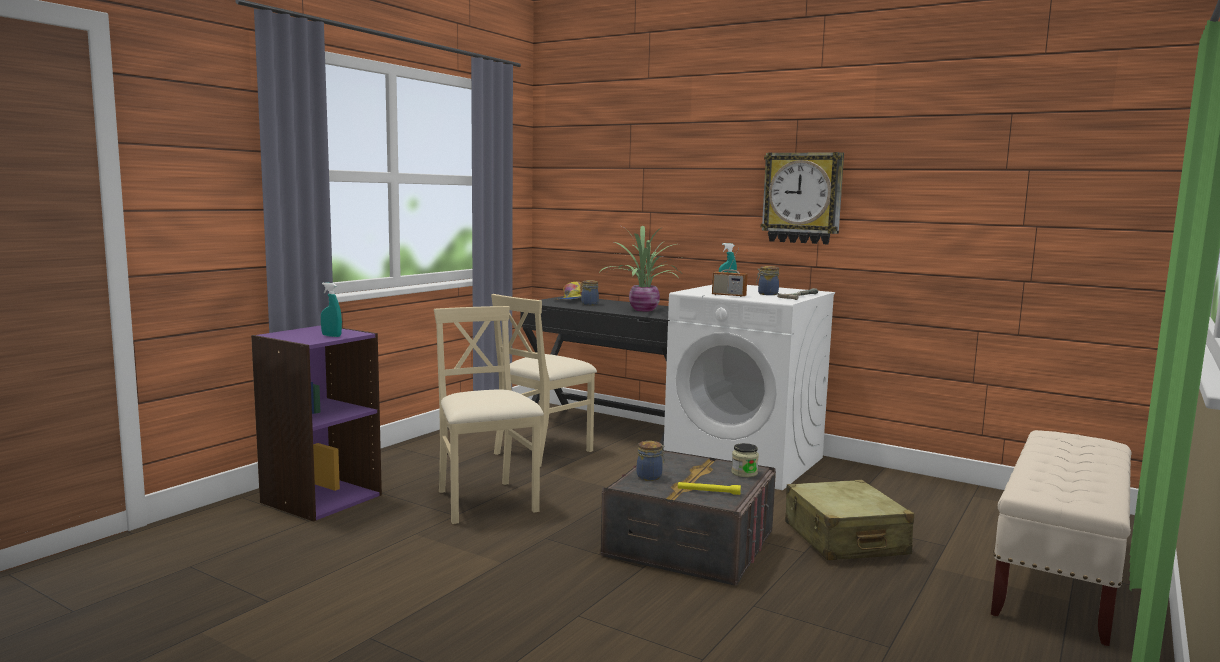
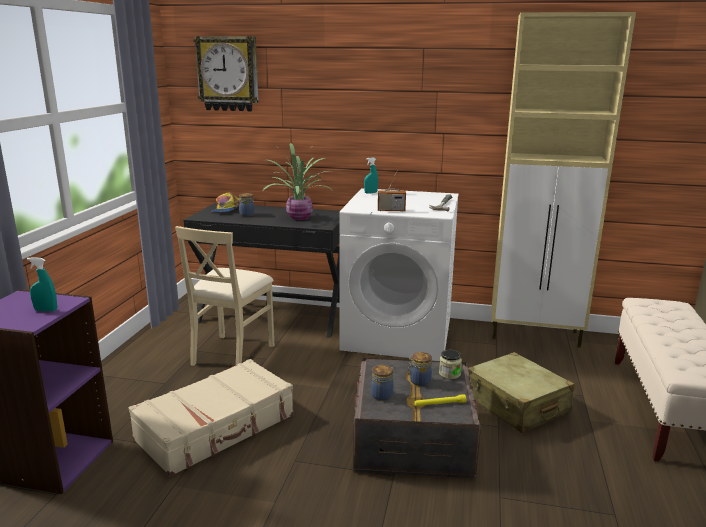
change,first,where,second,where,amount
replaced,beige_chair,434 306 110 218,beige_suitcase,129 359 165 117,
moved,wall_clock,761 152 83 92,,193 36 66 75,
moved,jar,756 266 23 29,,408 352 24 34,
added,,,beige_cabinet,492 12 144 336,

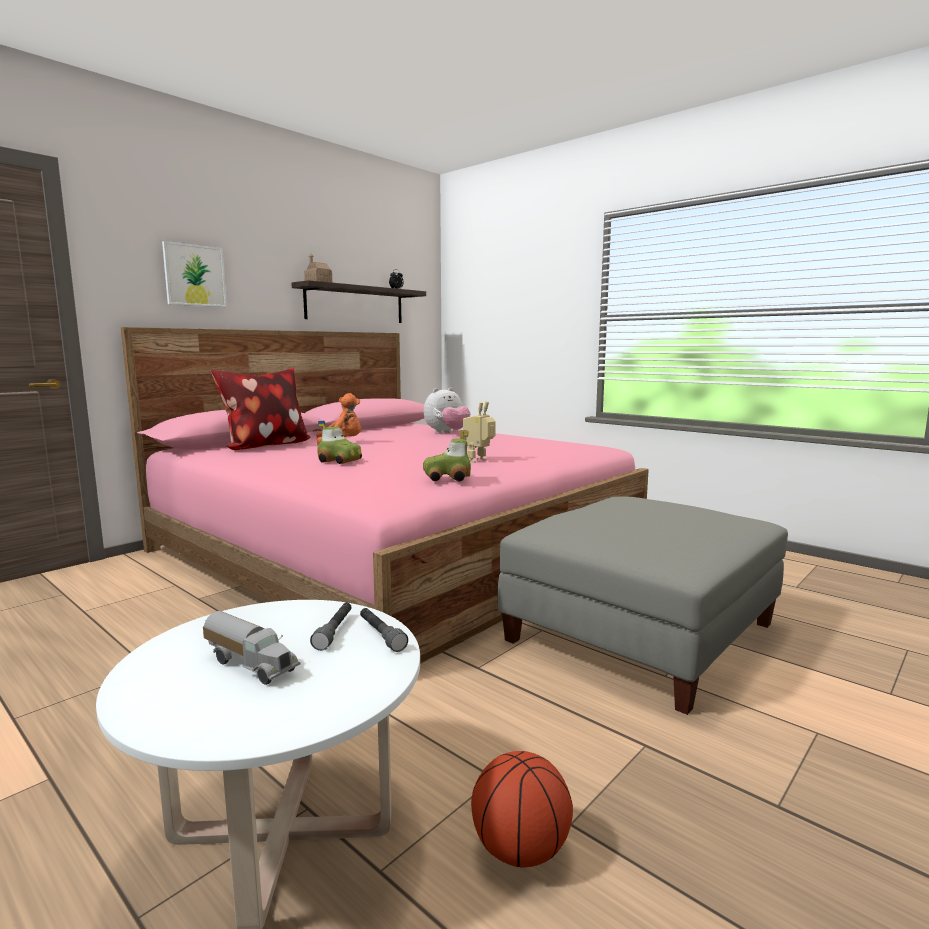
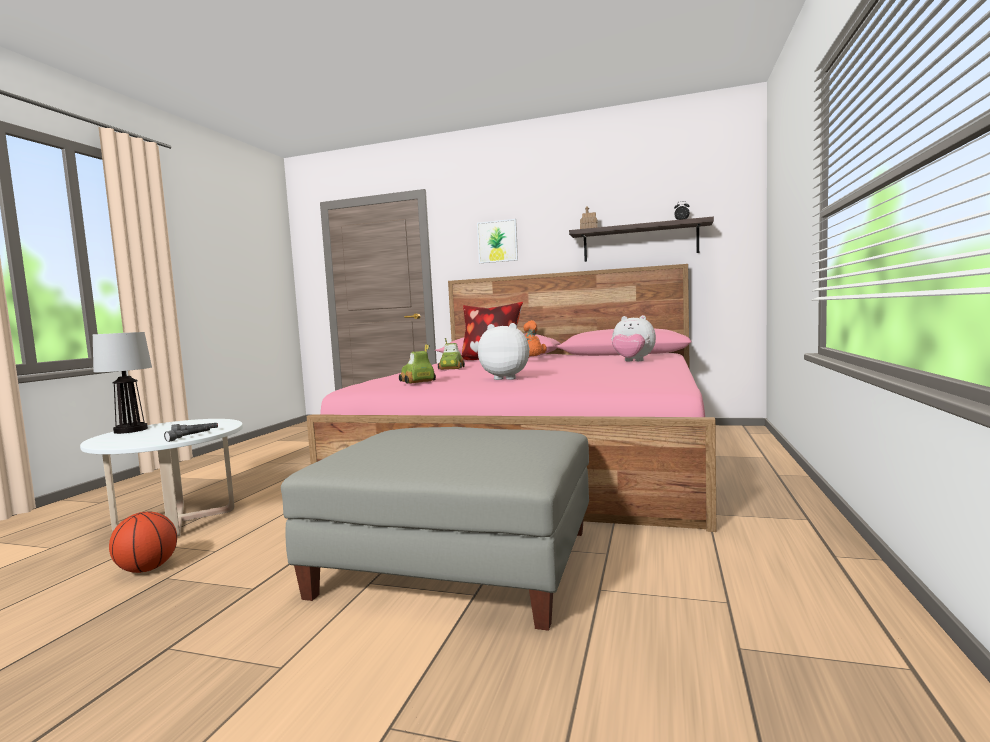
change,first,where,second,where,amount
added,,,table_lamp,93 332 59 102,
replaced,toy_robot,463 401 33 62,plush_toy,478 323 52 57,
removed,toy_truck,203 611 97 74,,,

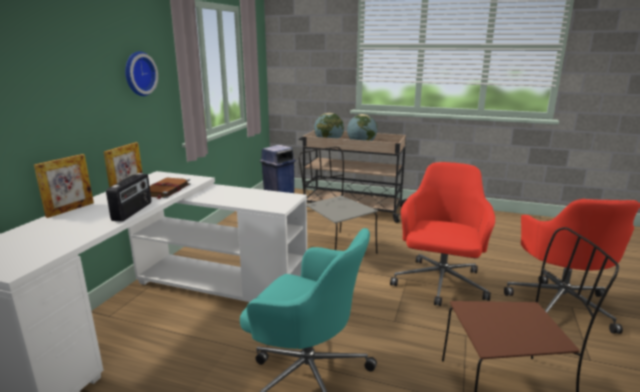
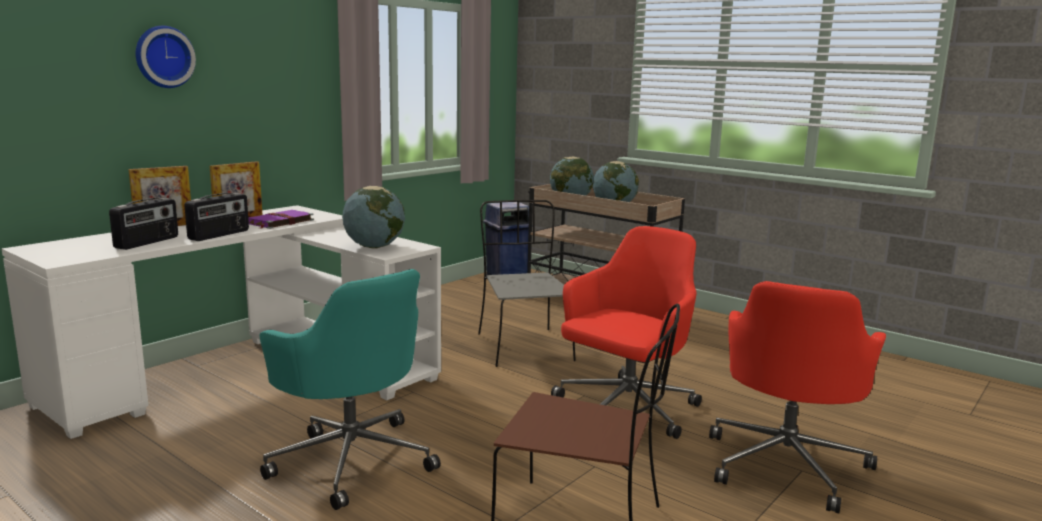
change,first,where,second,where,amount
added,,,radio,109 198 69 52,
moved,wall_clock,125 51 33 45,,136 26 60 62,
recoloured,brown_book,150 177 41 22,purple_book,248 210 66 19,
added,,,globe,342 186 63 62,

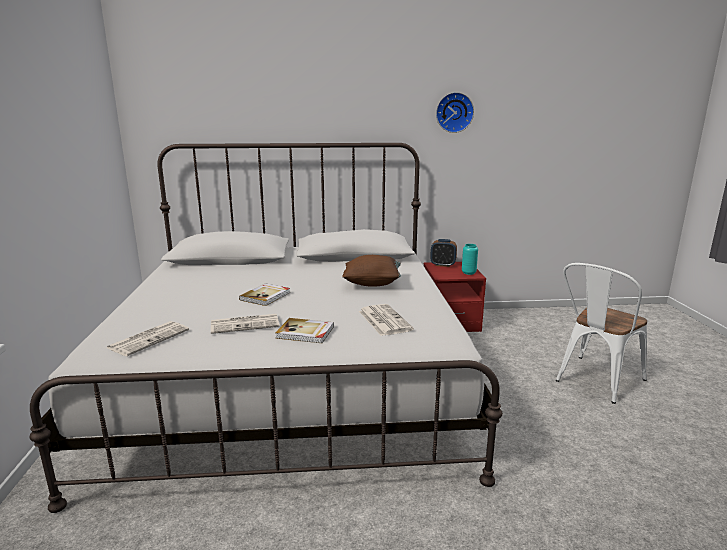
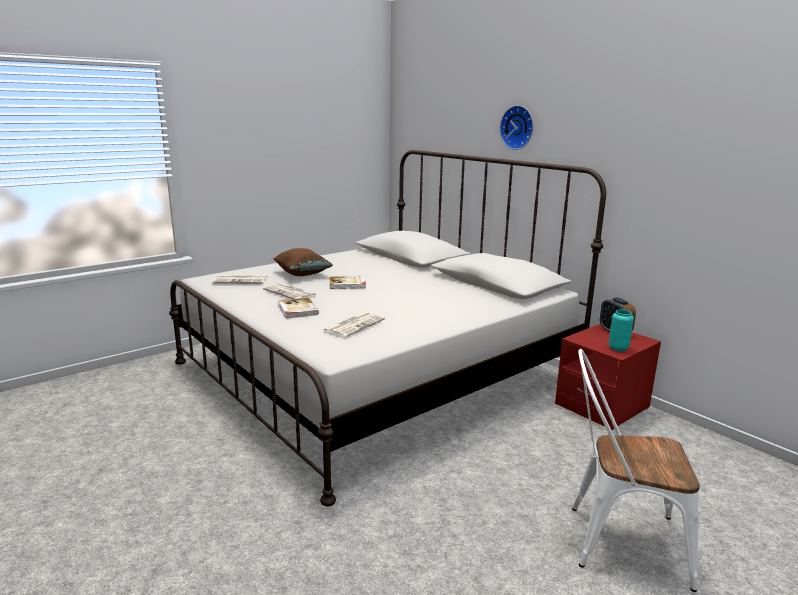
change,first,where,second,where,amount
moved,brown_pillow,342 255 59 32,,273 248 60 28,
moved,wall_clock,436 92 38 41,,500 105 33 45,

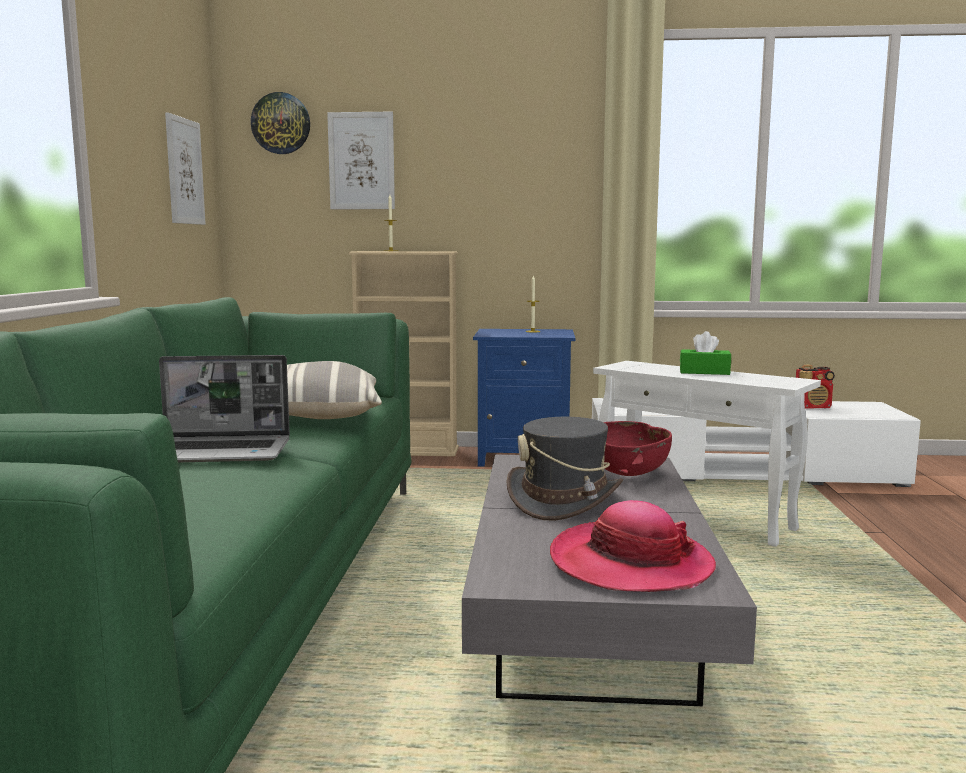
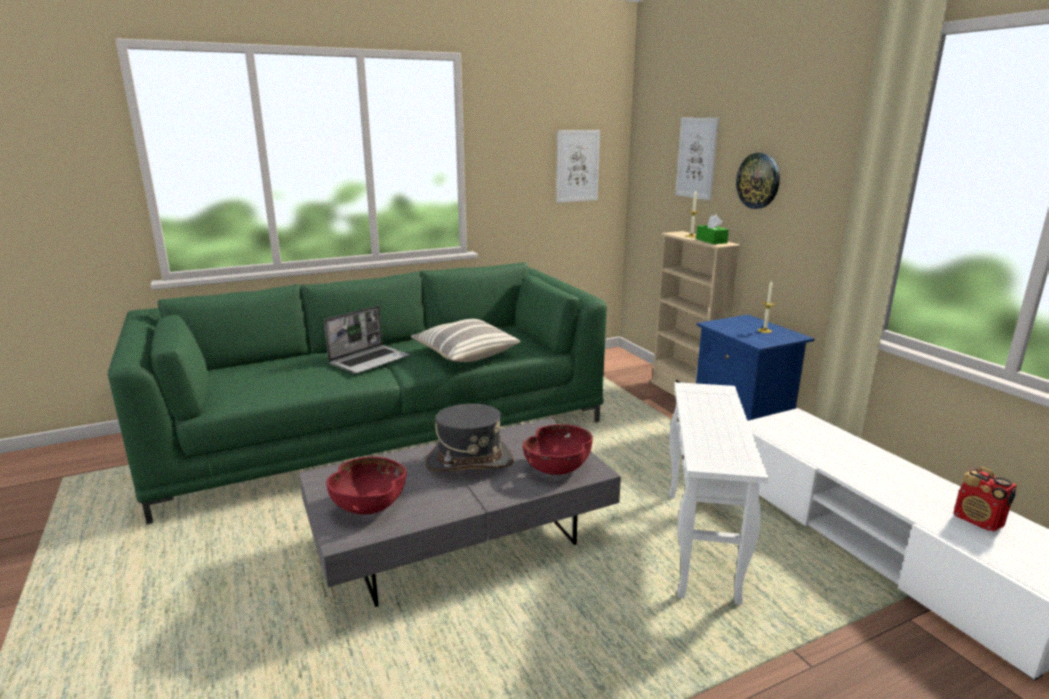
change,first,where,second,where,amount
turned,laptop,159 355 131 107,,324 305 86 69,105 degrees counterclockwise
replaced,hat,550 500 166 92,red_bowl,326 456 80 59,
moved,green_tissue_box,680 331 51 44,,696 214 33 30,
moved,wall_clock,251 92 59 62,,736 153 44 56,

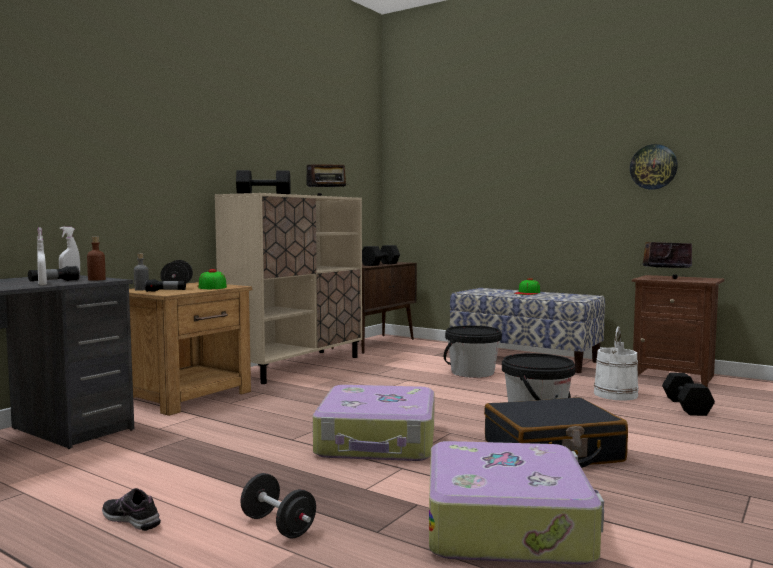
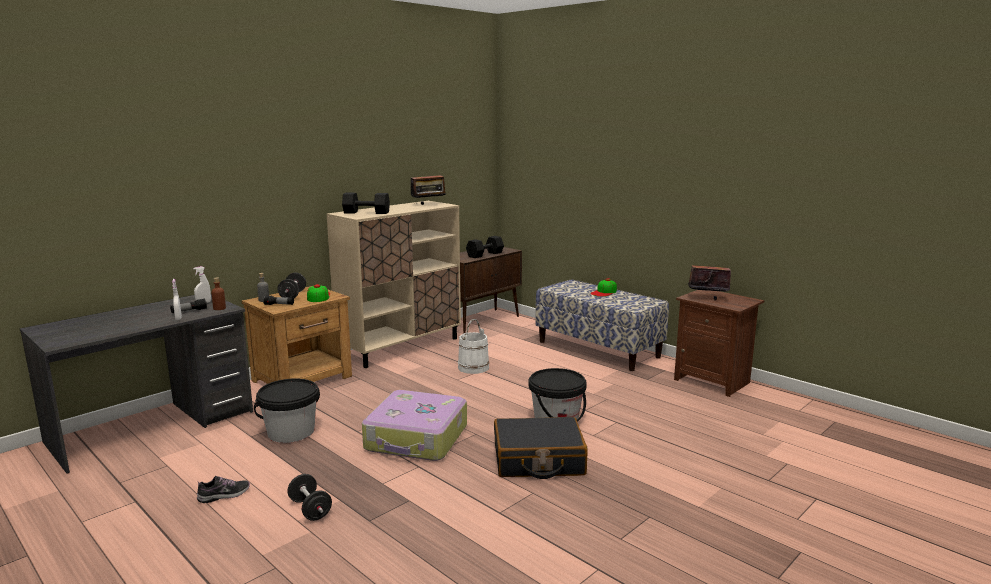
change,first,where,second,where,amount
turned,shoe,102 488 59 43,,197 476 53 27,105 degrees clockwise
moved,black_bucket,444 325 58 53,,254 378 66 65,
moved,white_bucket,594 327 45 74,,458 319 31 55,
removed,suitcase,429 441 175 124,,,
removed,wall_clock,630 144 48 46,,,
removed,black_dumbbell,662 373 53 43,,,

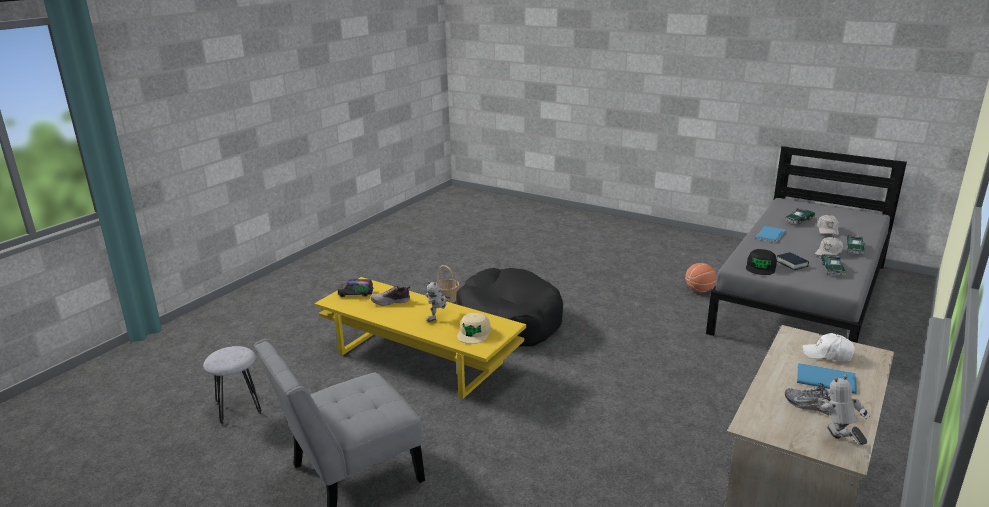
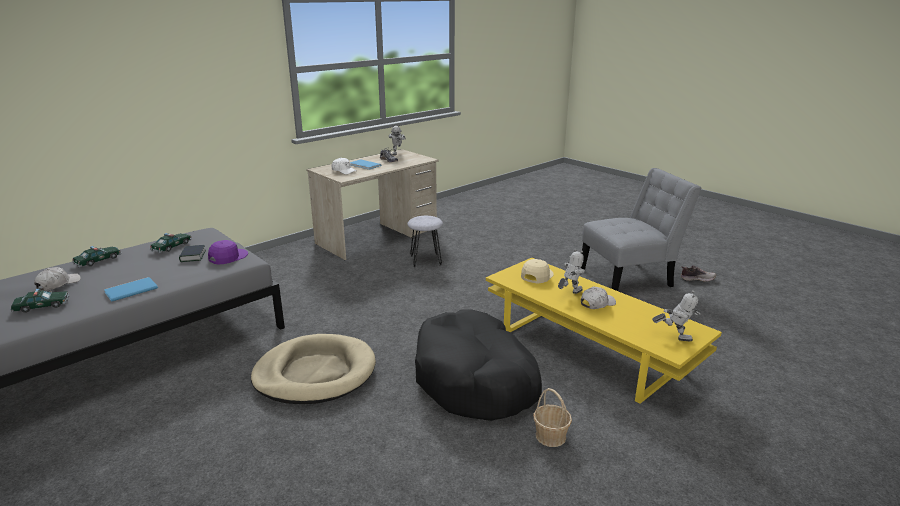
change,first,where,second,where,amount
recoloured,black_cap,746 249 31 26,purple_cap,208 240 40 24,
added,,,beige_dog_bed,251 334 125 70,
moved,grey_stool,203 346 59 78,,407 216 36 51,
moved,white_cap,815 237 28 19,,581 286 35 23,
replaced,toy_truck,338 279 35 18,toy_robot,652 290 48 51,
moved,shoe,370 286 40 20,,681 266 35 16,
removed,basketball,685 263 31 30,,,

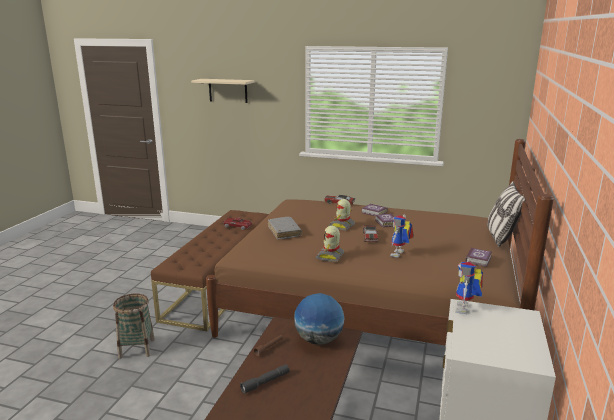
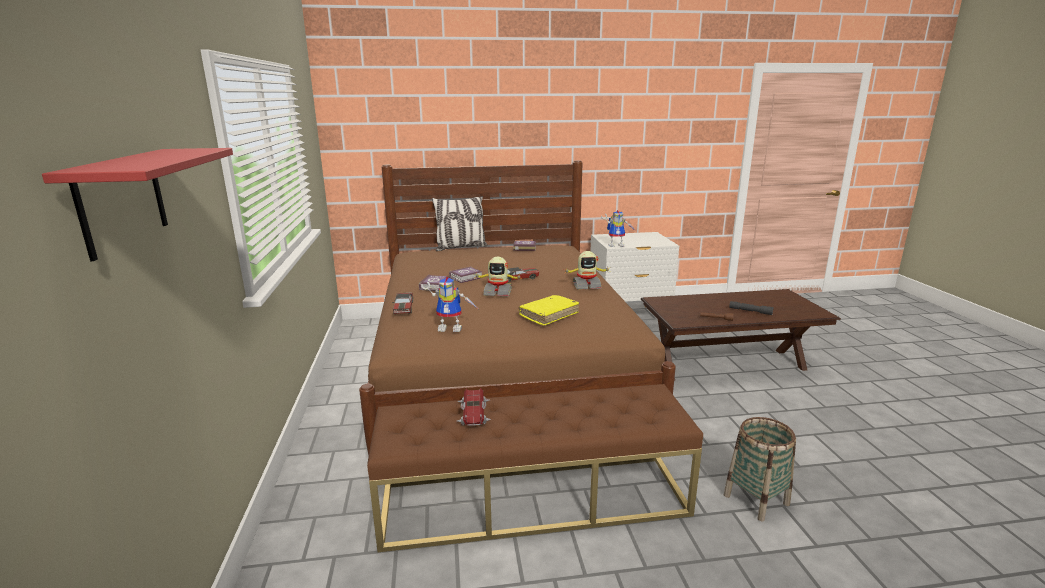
change,first,where,second,where,amount
recoloured,beige_shelf,191 79 64 24,red_shelf,42 148 191 113,
moved,toy_robot,390 215 24 43,,421 277 57 55,
recoloured,grey_book,268 217 34 23,yellow_book,519 295 60 31,
removed,globe,294 293 50 52,,,

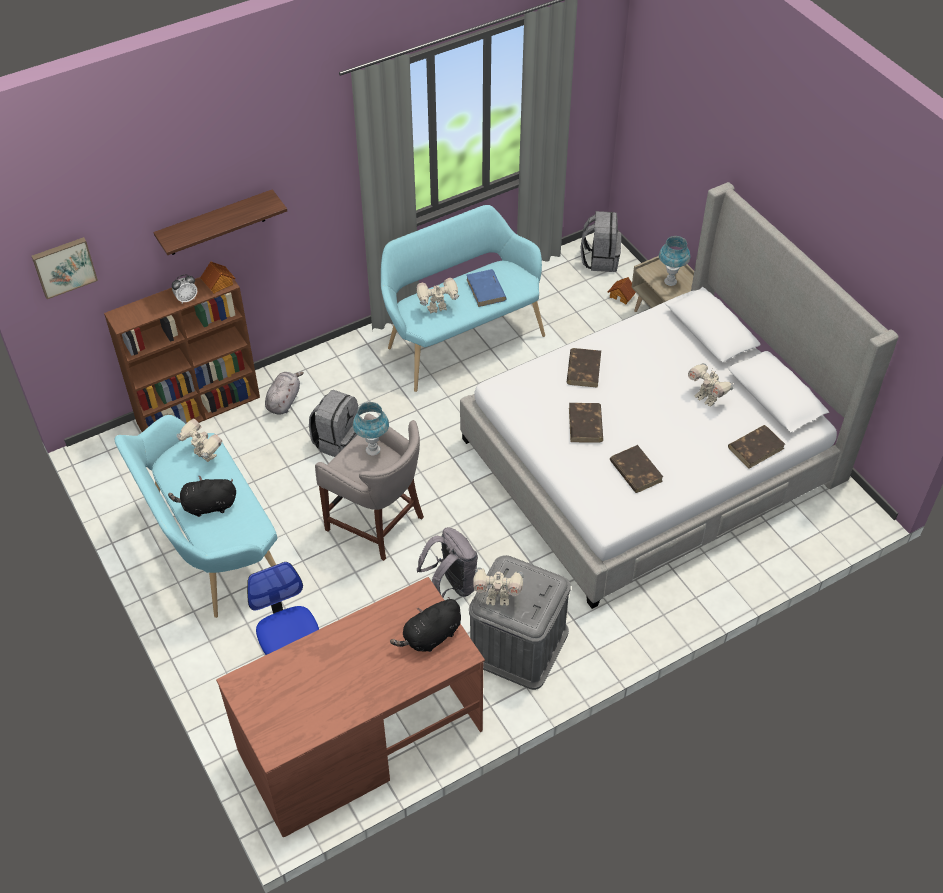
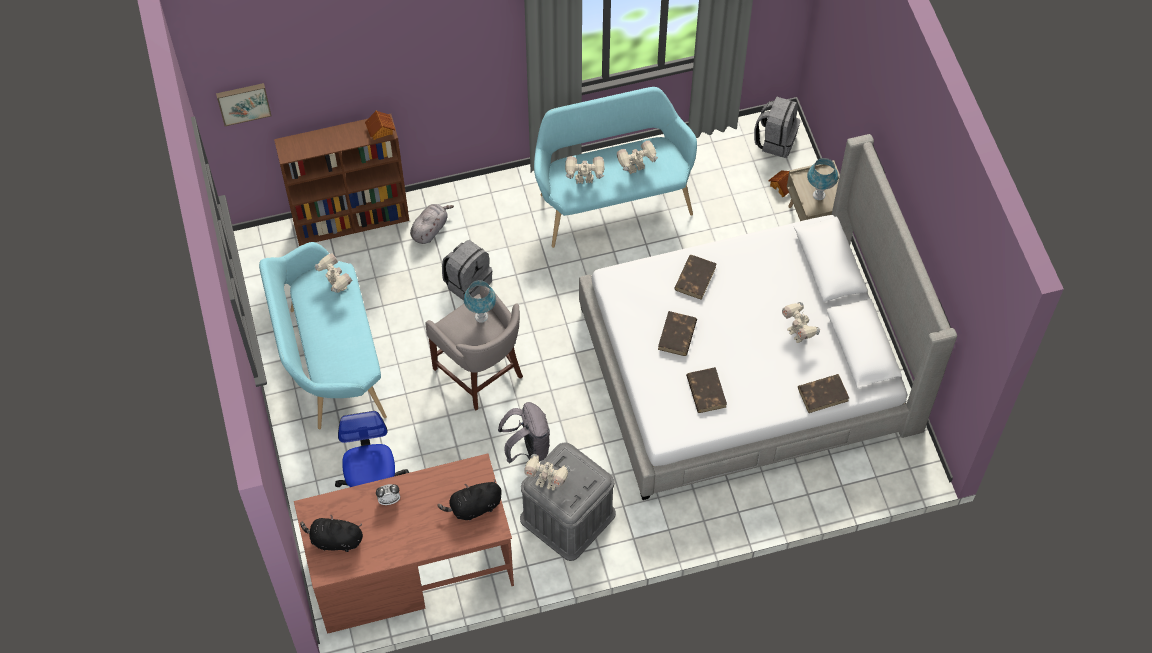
change,first,where,second,where,amount
moved,black_plush_toy,168 476 68 41,,300 515 63 37,
moved,alarm_clock,172 274 25 30,,376 484 24 21,
replaced,blue_book,466 269 41 38,toy_robot,617 140 41 34,
removed,shelf,153 189 134 66,,,

